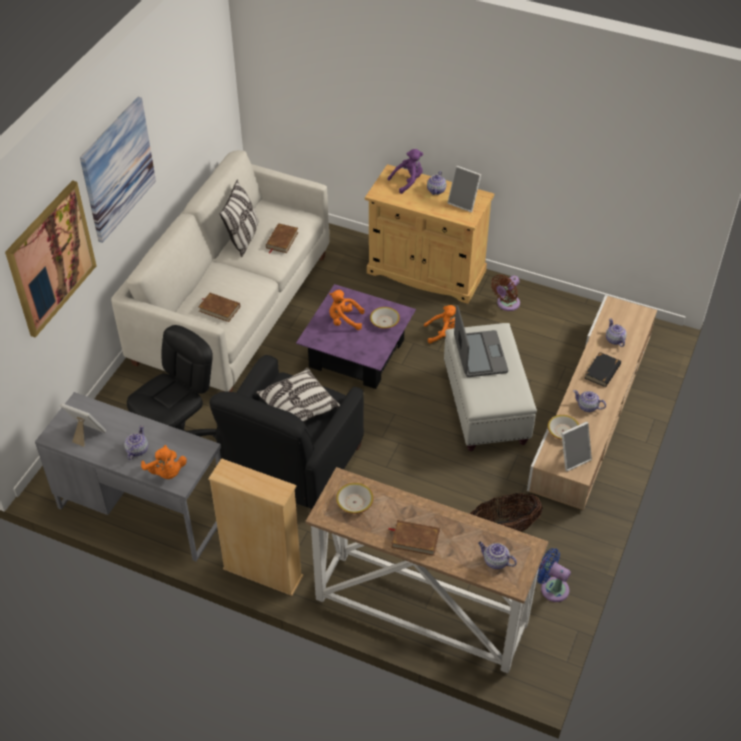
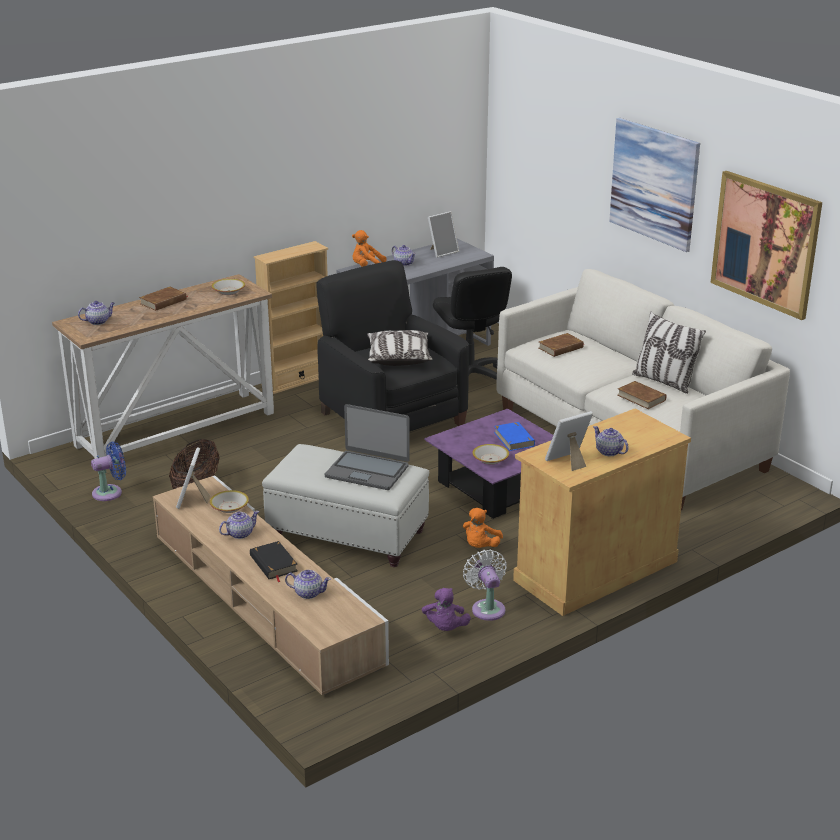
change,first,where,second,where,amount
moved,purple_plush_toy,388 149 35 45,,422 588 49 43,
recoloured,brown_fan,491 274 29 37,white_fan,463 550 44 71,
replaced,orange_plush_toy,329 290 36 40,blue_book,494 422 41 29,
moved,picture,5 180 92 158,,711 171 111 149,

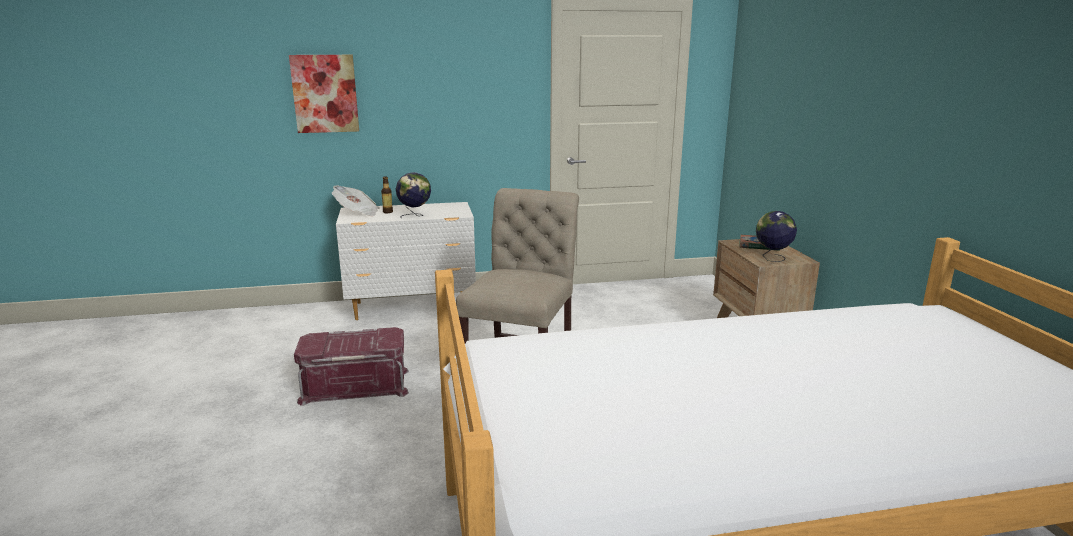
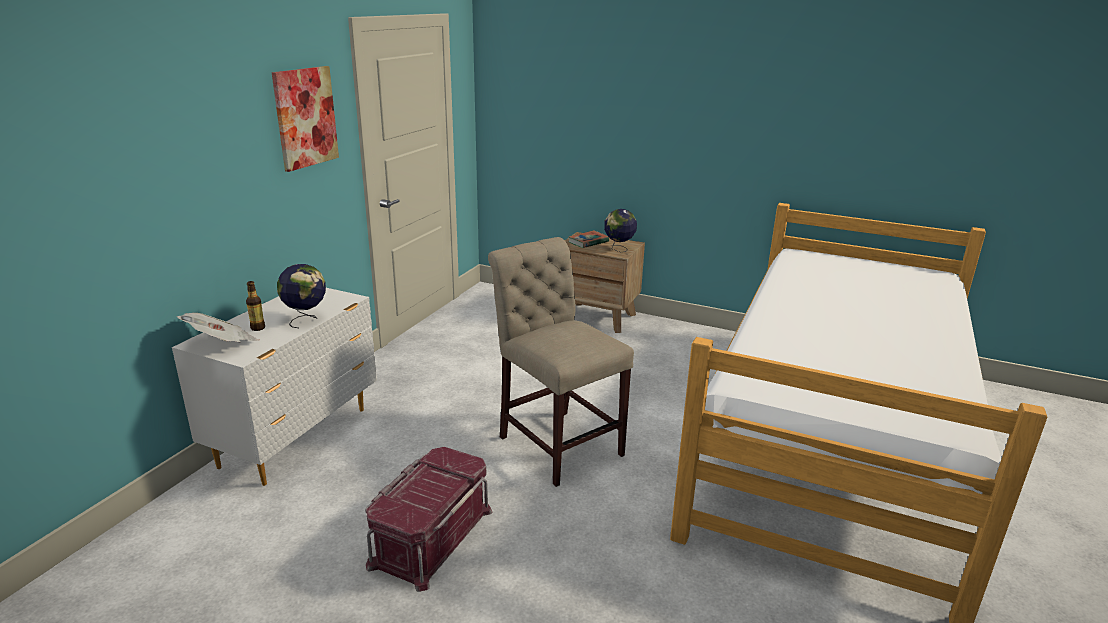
change,first,where,second,where,amount
moved,picture,289 55 70 78,,272 66 67 106,

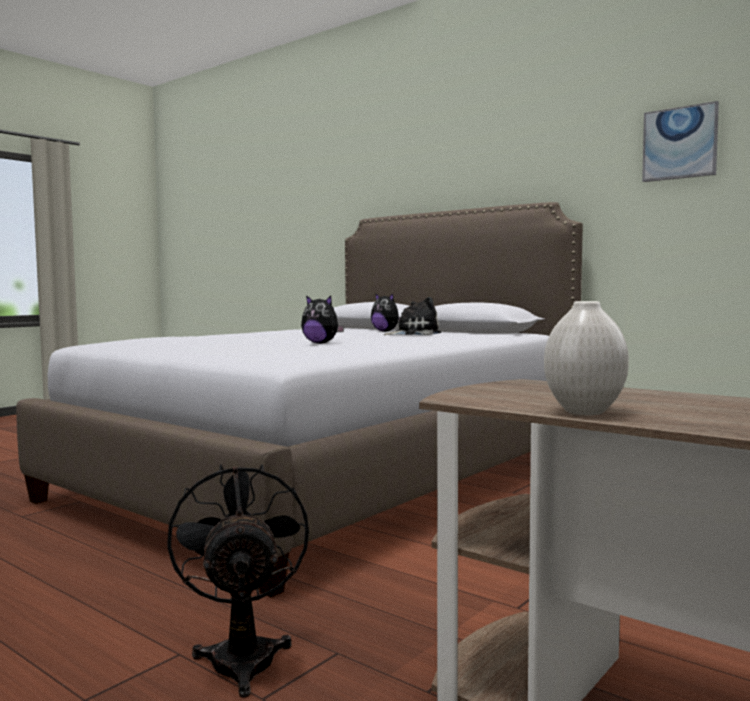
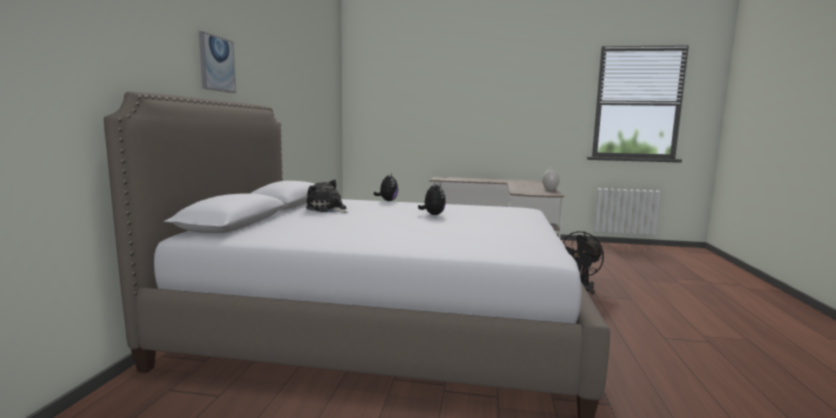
change,first,where,second,where,amount
moved,picture,642 101 77 81,,199 31 37 62,
moved,plush_toy,371 293 29 39,,374 174 24 27,

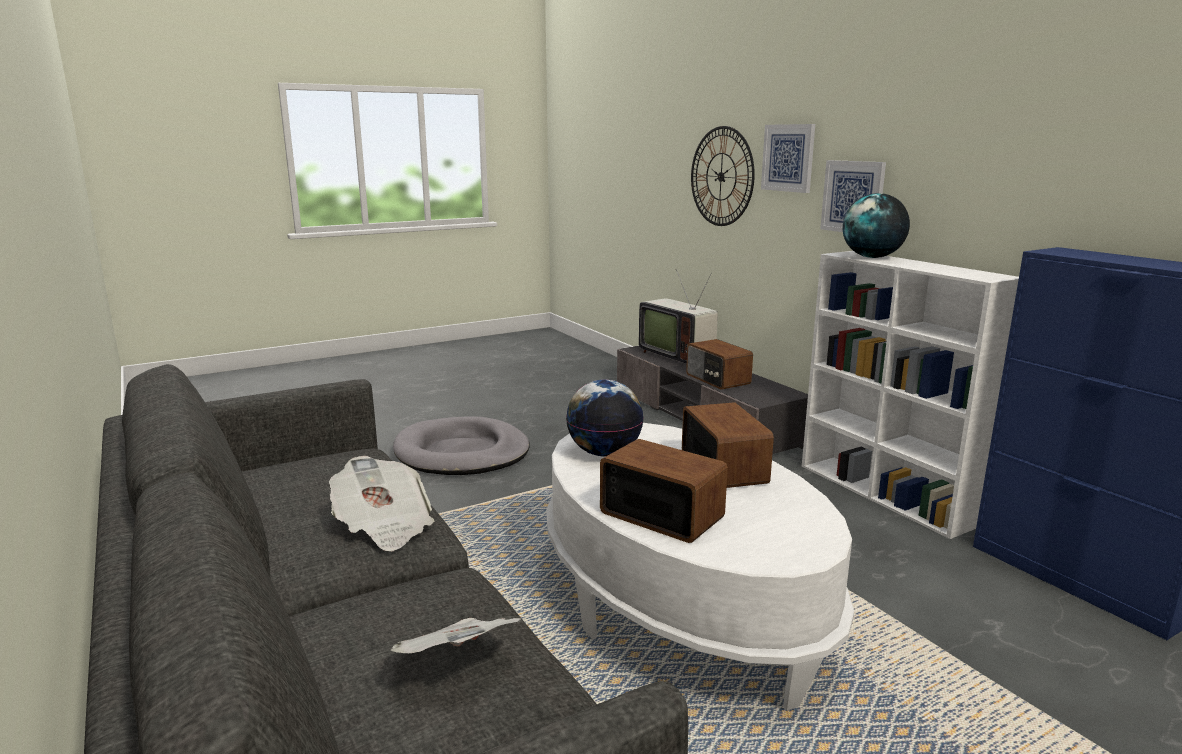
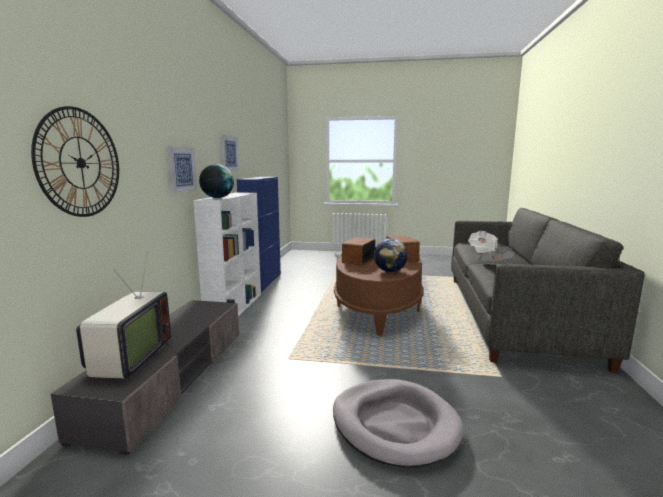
change,first,where,second,where,amount
moved,picture,761 124 54 69,,221 135 18 36,
recoloured,white_coffee_table,546 423 308 287,brown_coffee_table,334 247 89 89,
removed,radio,686 339 67 50,,,

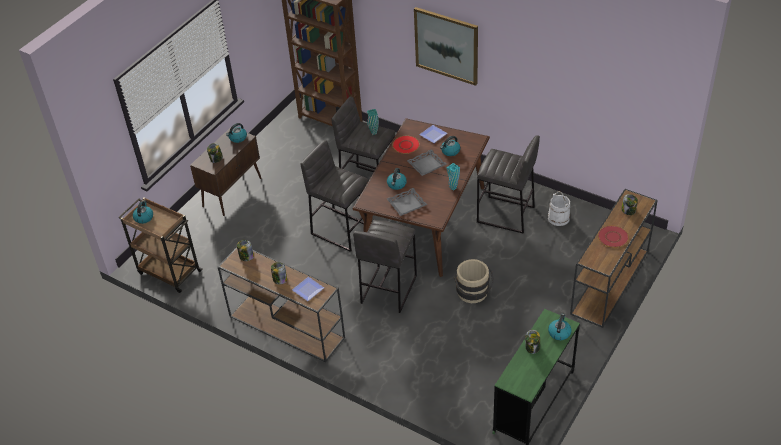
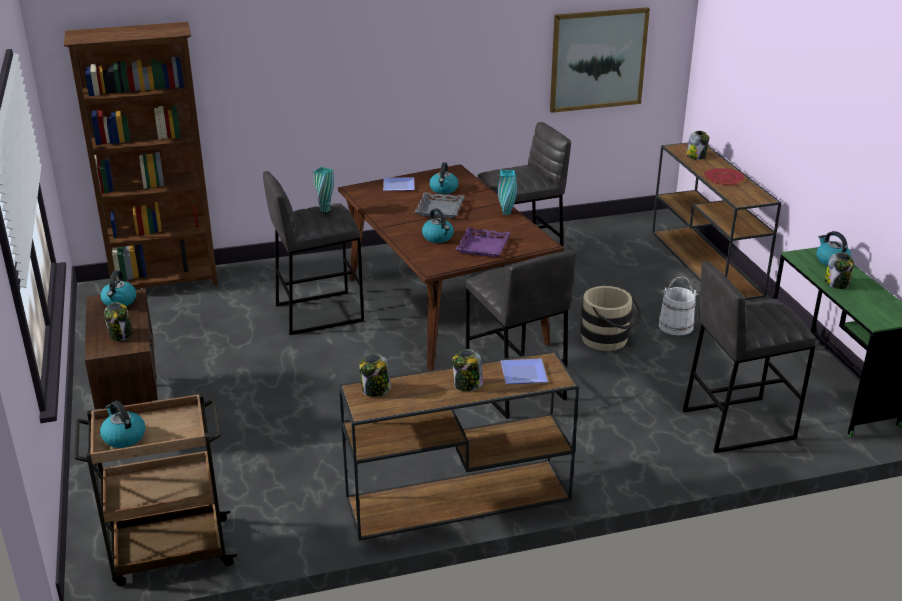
change,first,where,second,where,amount
recoloured,grey_tray,387 188 40 28,purple_tray,456 228 55 29,
moved,picture,414 7 64 79,,550 7 100 106,
moved,white_bucket,548 191 22 35,,659 276 40 59,
moved,grey_stool,301 140 68 112,,683 261 133 192,
removed,red_plate,392 136 28 18,,,

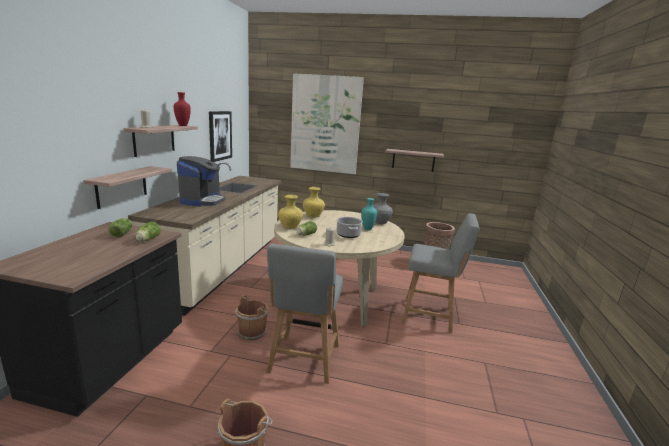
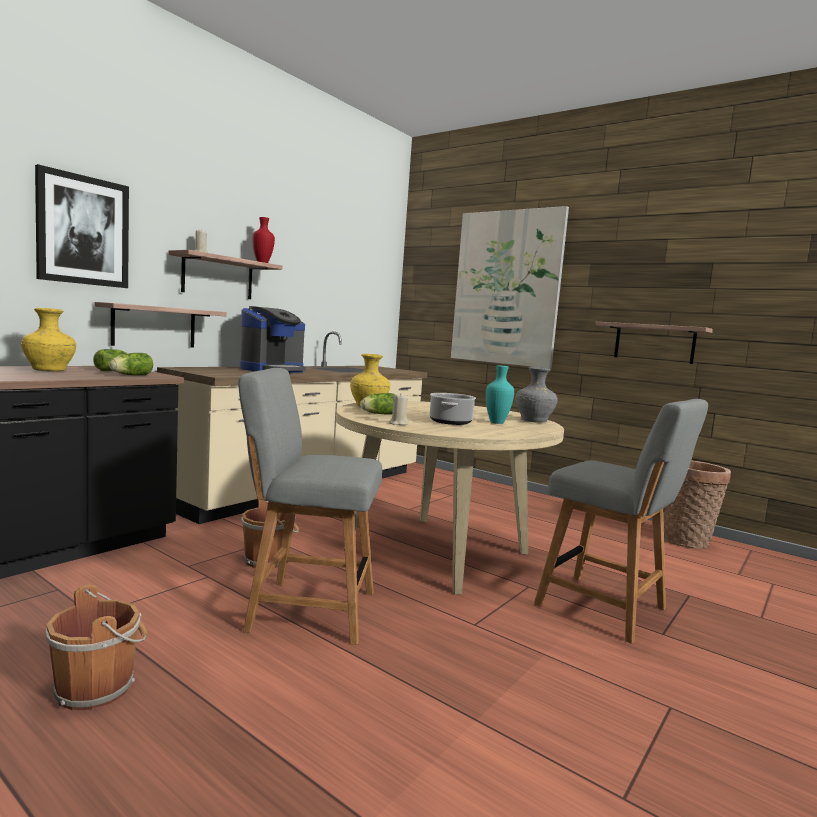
change,first,where,second,where,amount
moved,yellow_vase,303 187 22 31,,21 308 55 64,
moved,picture,209 111 23 51,,35 164 94 124,
turned,grey_chair,266 244 77 140,,238 368 144 277,60 degrees clockwise

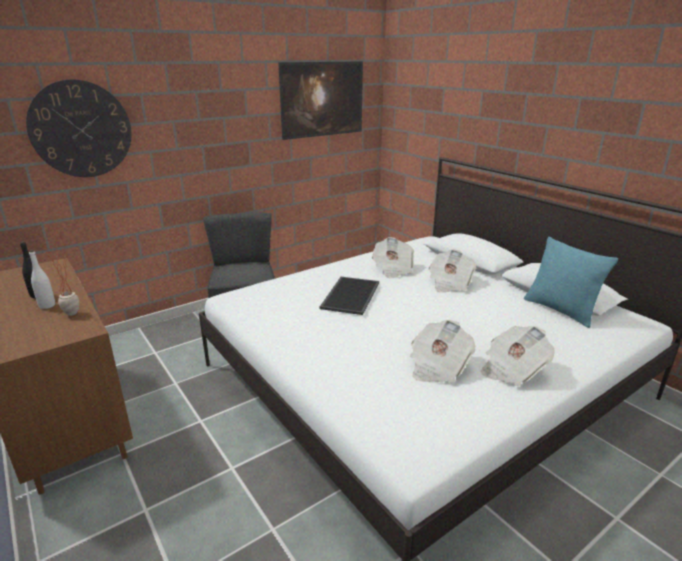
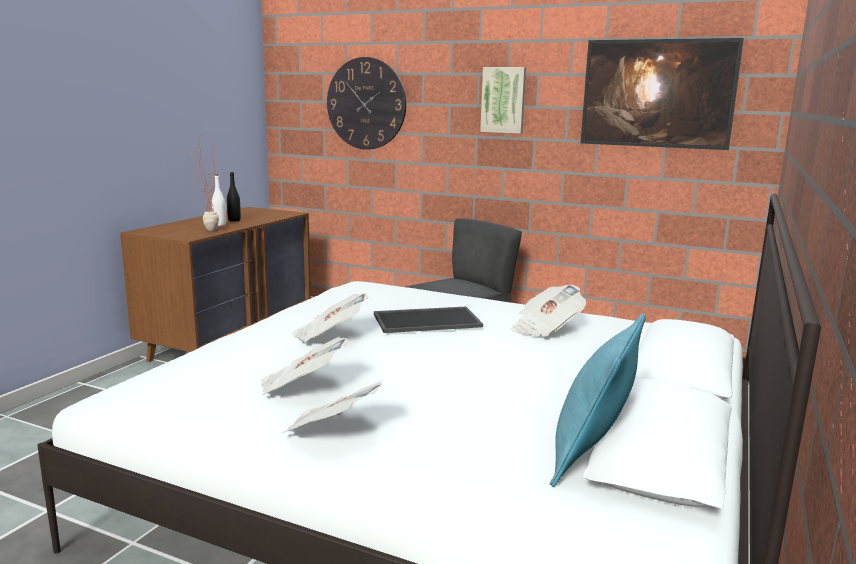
change,first,where,second,where,amount
moved,newspaper,429 250 47 43,,292 293 76 50,
added,,,picture,480 67 46 67,

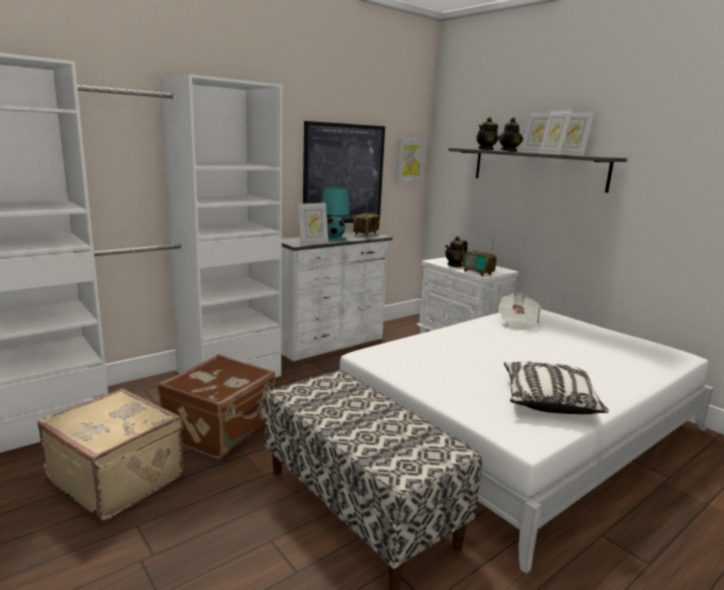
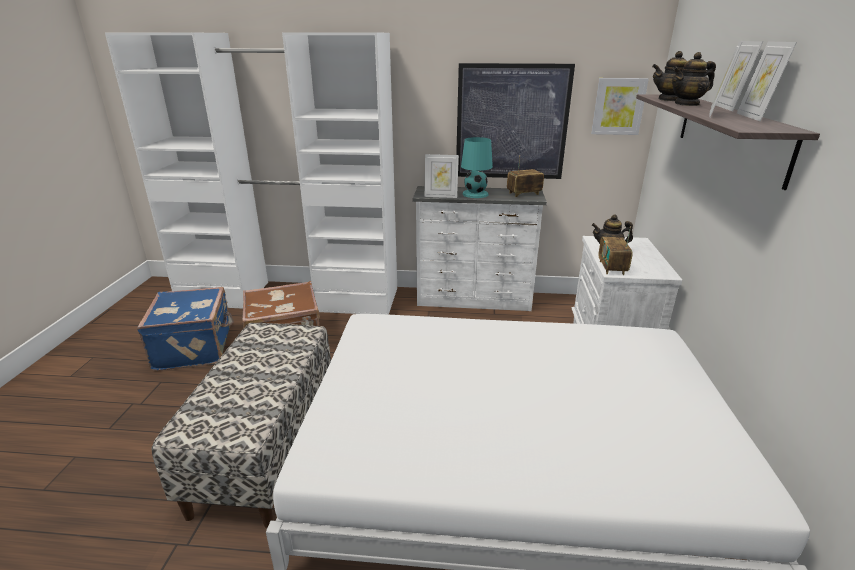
change,first,where,second,where,amount
recoloured,beige_suitcase,37 388 146 133,blue_suitcase,137 287 97 84,
removed,newspaper,498 293 43 38,,,
removed,pillow,504 361 105 53,,,

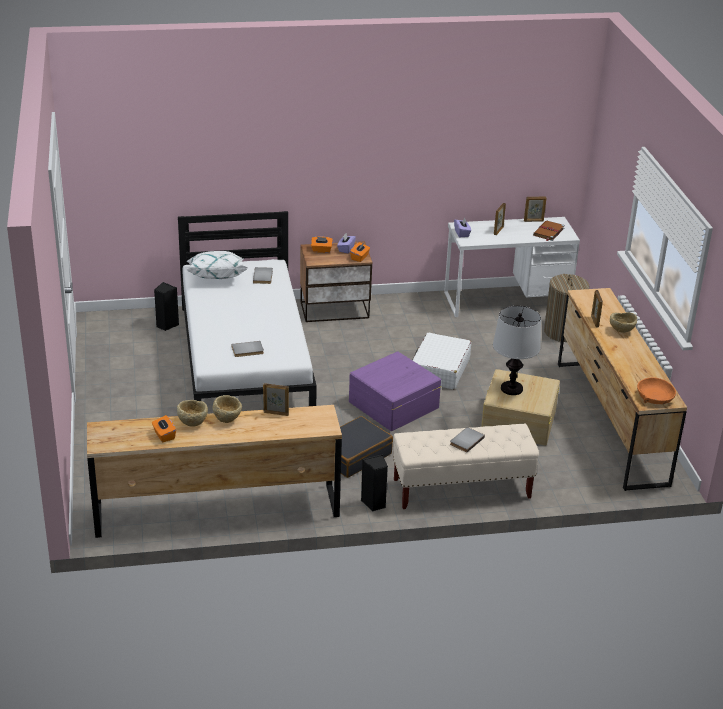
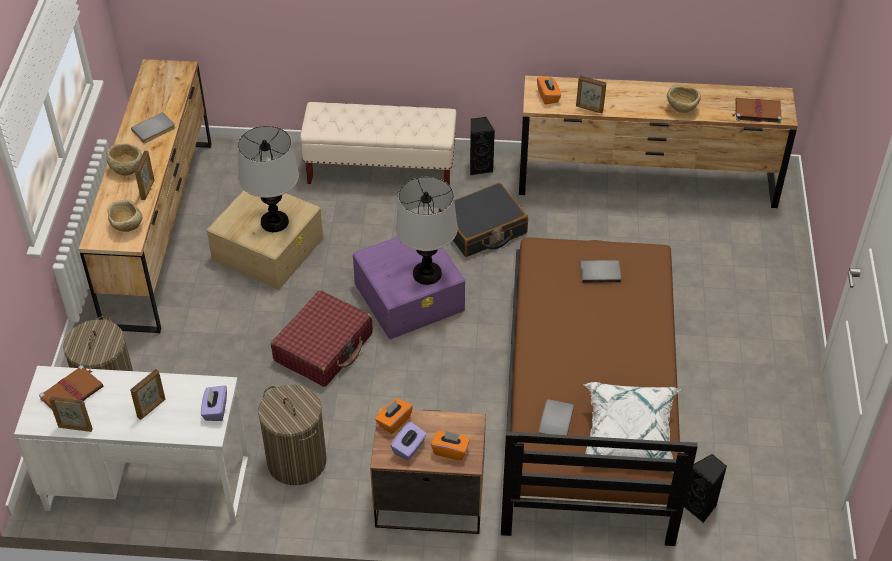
change,first,where,second,where,amount
moved,beige_bowl,213 395 29 28,,108 200 34 32,
moved,grey_book,450 427 35 26,,131 112 44 31,
added,,,laundry_basket,258 384 68 101,
recoloured,white_suitcase,412 333 59 56,red_suitcase,271 290 102 97,
added,,,table_lamp,395 177 63 108,
recoloured,white_bed,178 211 139 195,brown_bed,501 238 197 308,
moved,orange_tissue_box,152 415 24 27,,537 77 24 28,
added,,,brown_book,732 98 50 25,
removed,orange_bowl,637 378 39 26,,,

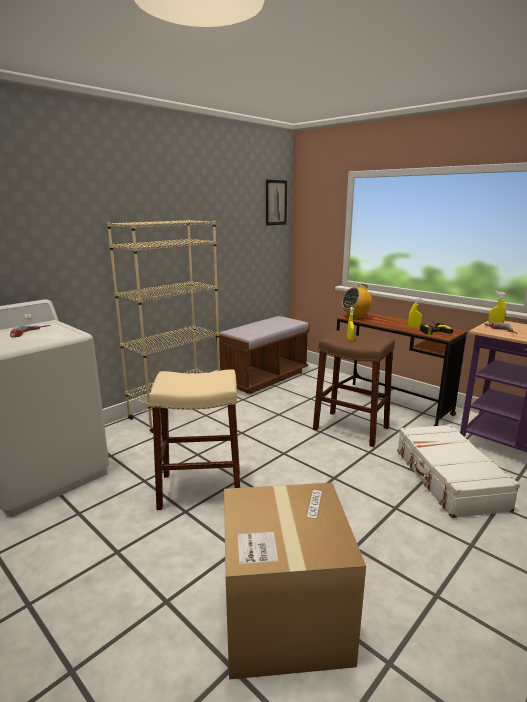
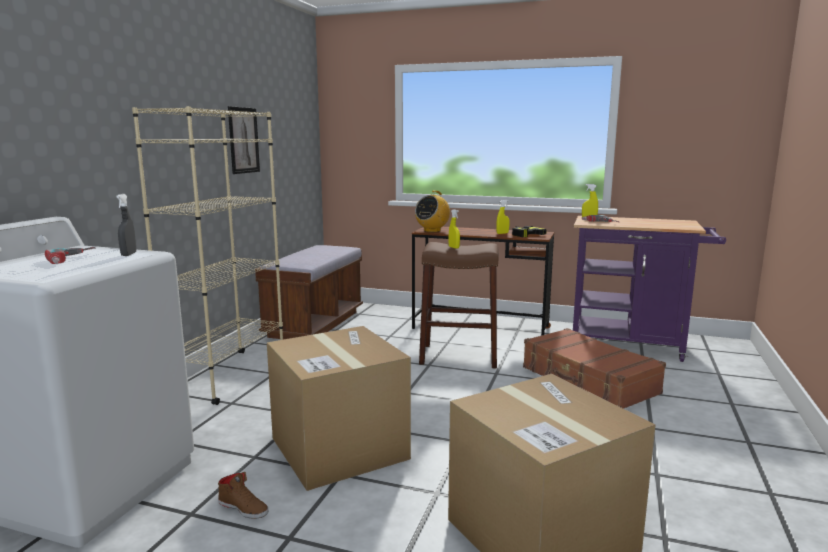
change,first,where,second,where,amount
added,,,grey_spray_bottle,116 194 20 62,
added,,,brown_shoe,218 472 51 47,
moved,picture,266 180 21 46,,228 106 32 68,
replaced,beige_stool,150 369 90 141,cardboard_box,267 326 144 165,
recoloured,white_suitcase,397 424 123 94,brown_suitcase,523 328 143 81,

